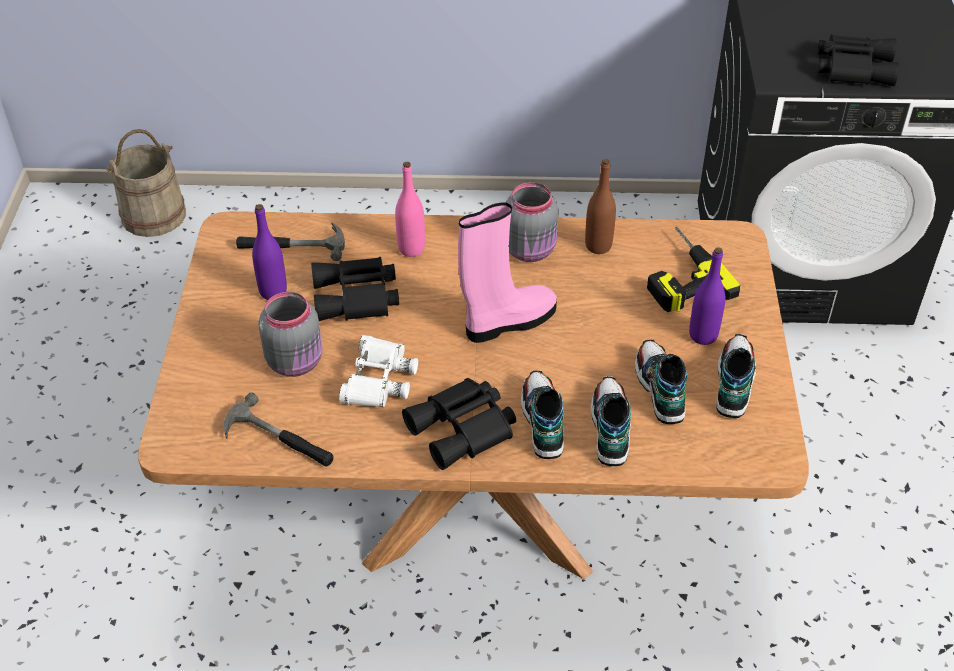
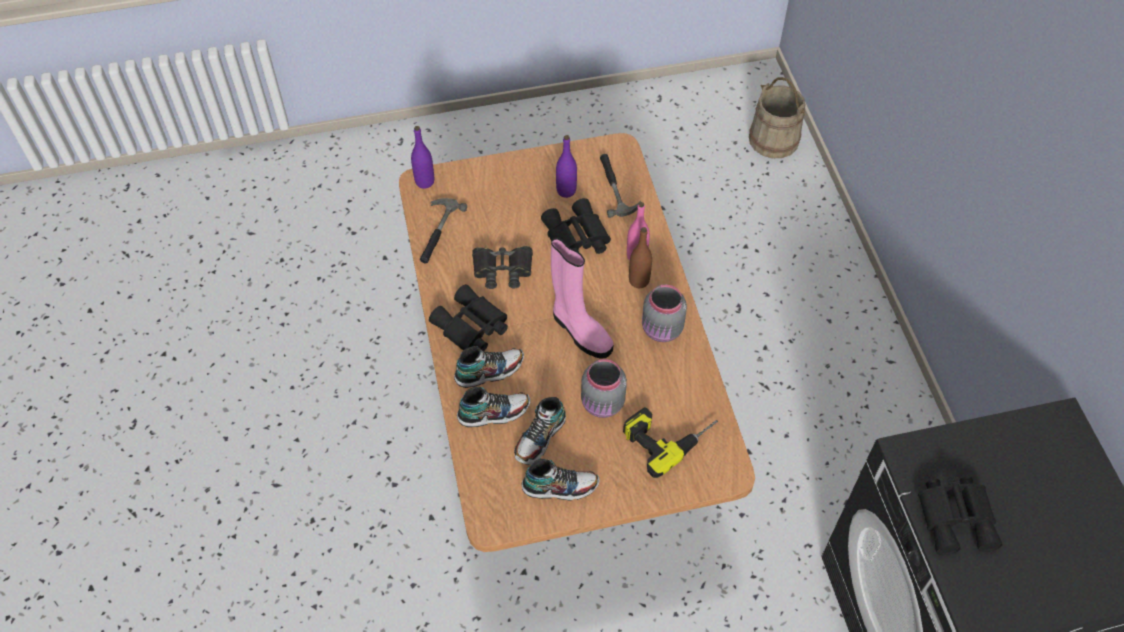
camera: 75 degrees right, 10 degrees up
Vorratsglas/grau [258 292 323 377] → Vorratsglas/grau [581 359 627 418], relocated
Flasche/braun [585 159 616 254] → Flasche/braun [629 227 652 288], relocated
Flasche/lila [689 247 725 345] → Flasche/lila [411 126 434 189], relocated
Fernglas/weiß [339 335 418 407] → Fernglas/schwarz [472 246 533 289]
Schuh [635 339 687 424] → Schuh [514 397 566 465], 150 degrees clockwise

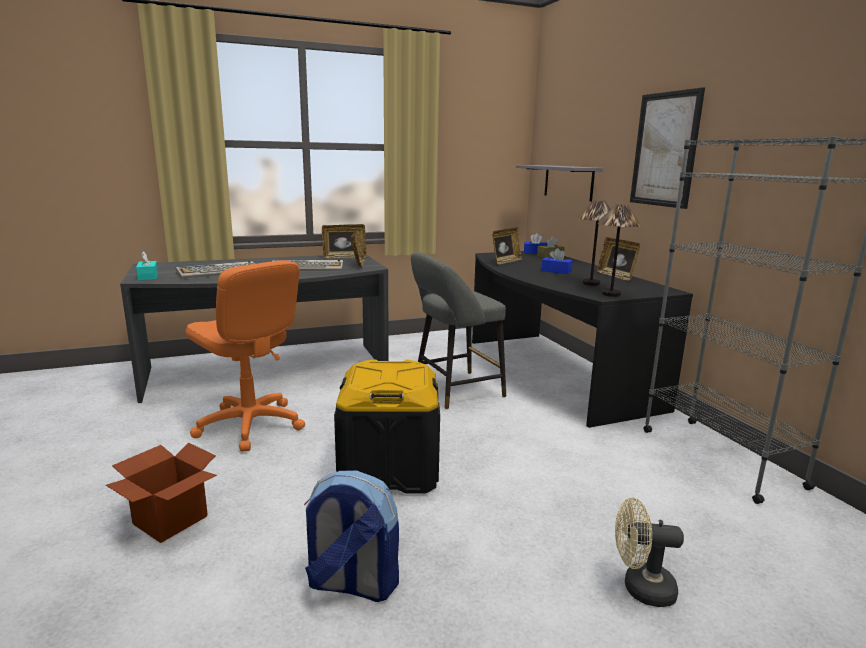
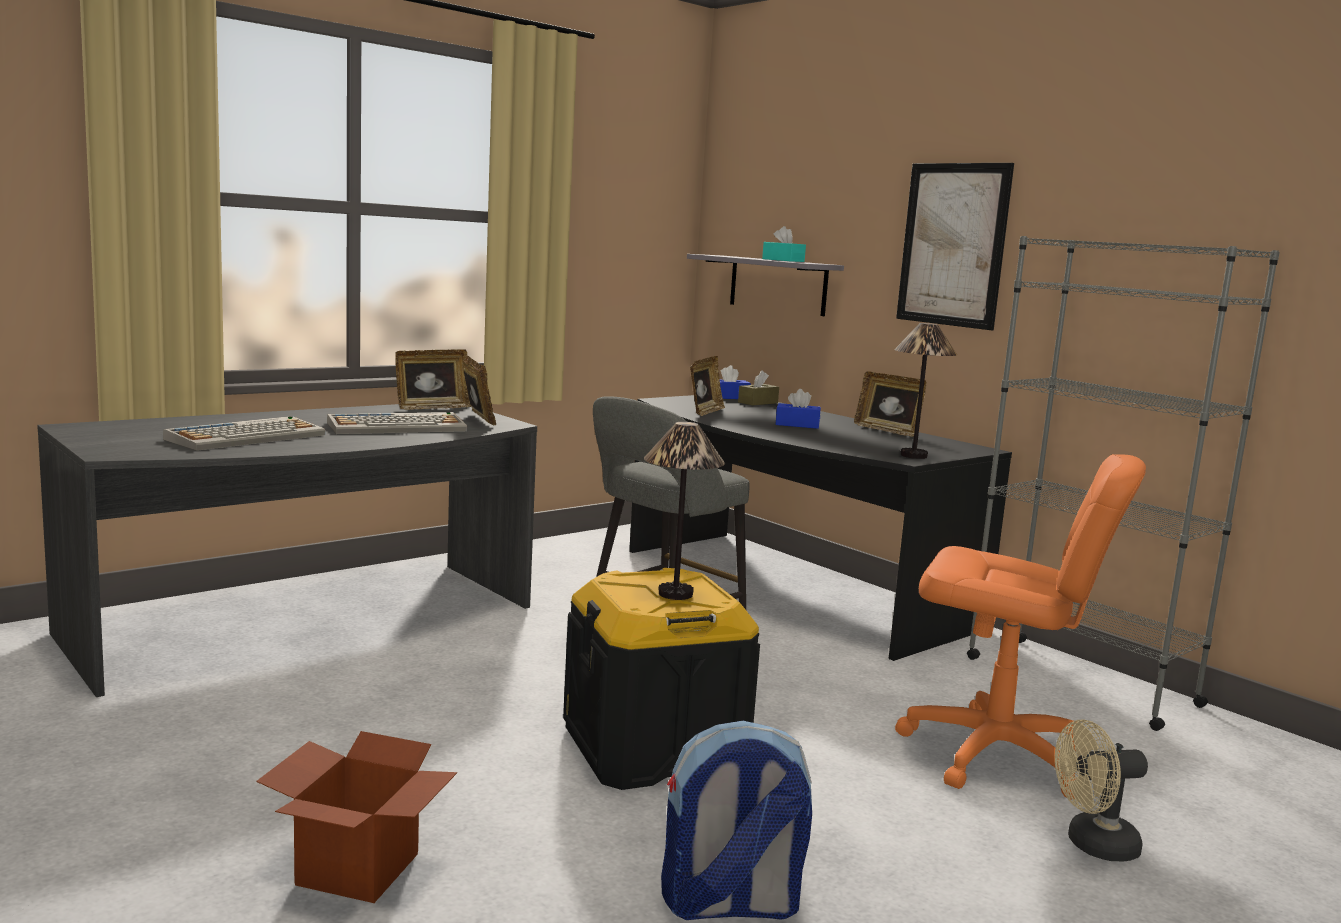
camera: 20 degrees left, 5 degrees down
Taschentuchbox/türkis [136 251 158 281] → Taschentuchbox/türkis [762 226 806 262], relocated
Bürostuhl/orange [185 260 305 452] → Bürostuhl/orange [895 454 1146 799], relocated
Tischlampe [578 200 610 286] → Tischlampe [644 422 725 600], relocated

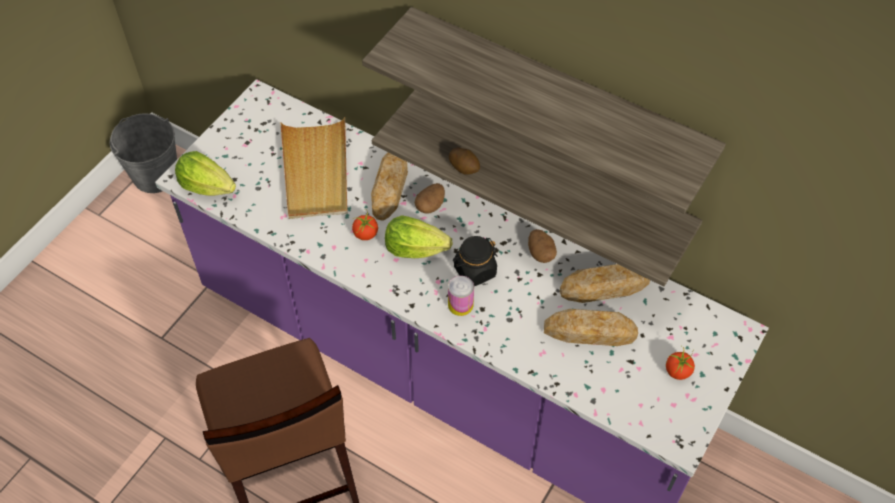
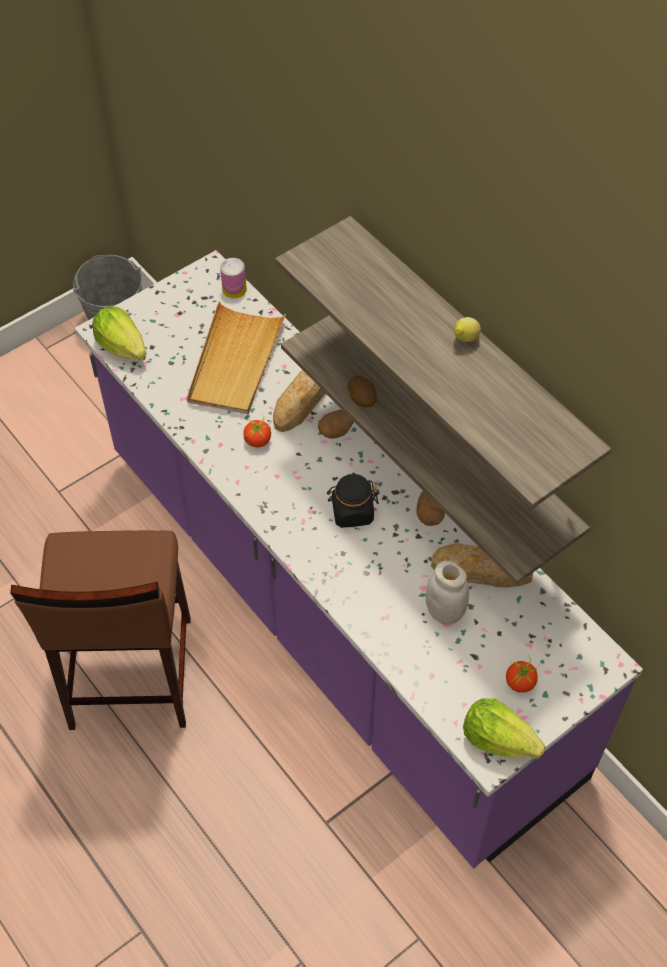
camera: 20 degrees right, 0 degrees up
- → Zitrone [454 317 481 342]
Salatkopf [385 215 453 258] → Salatkopf [463 699 545 759], relocated
Dose [448 276 474 316] → Dose [220 258 247 298], relocated
Brot [544 309 638 346] → Vorratsglas/weiß [426 561 469 625]

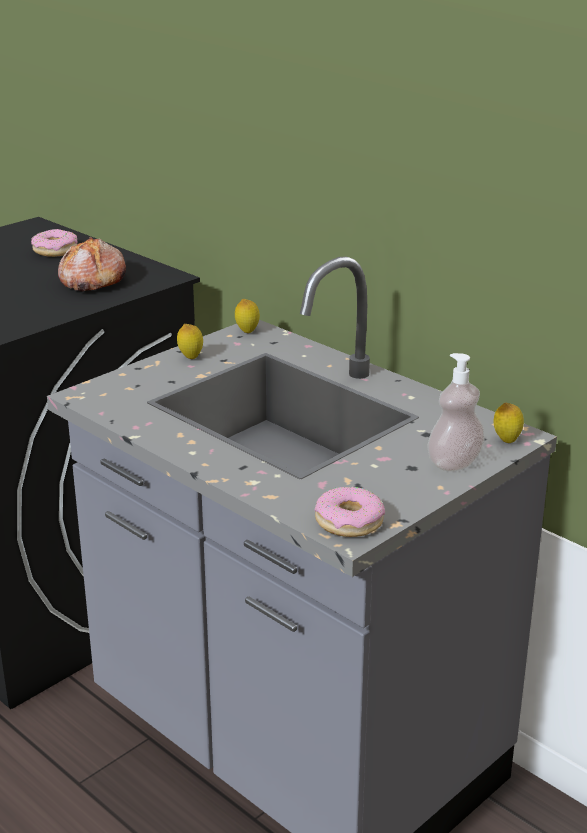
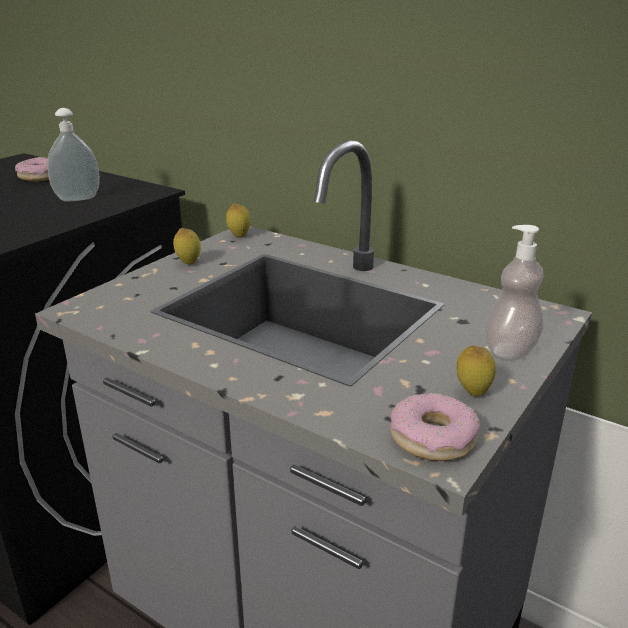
camera: 10 degrees left, 0 degrees up
Zitrone [494 403 524 443] → Zitrone [456 345 496 396], relocated
Brot [58 236 126 292] → Seifenspender [47 108 100 202]

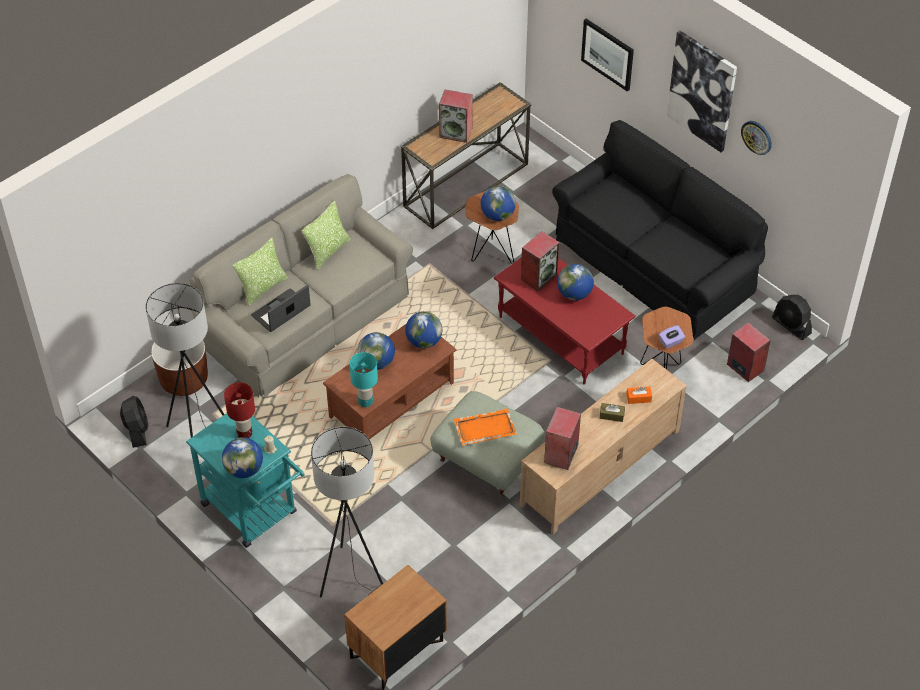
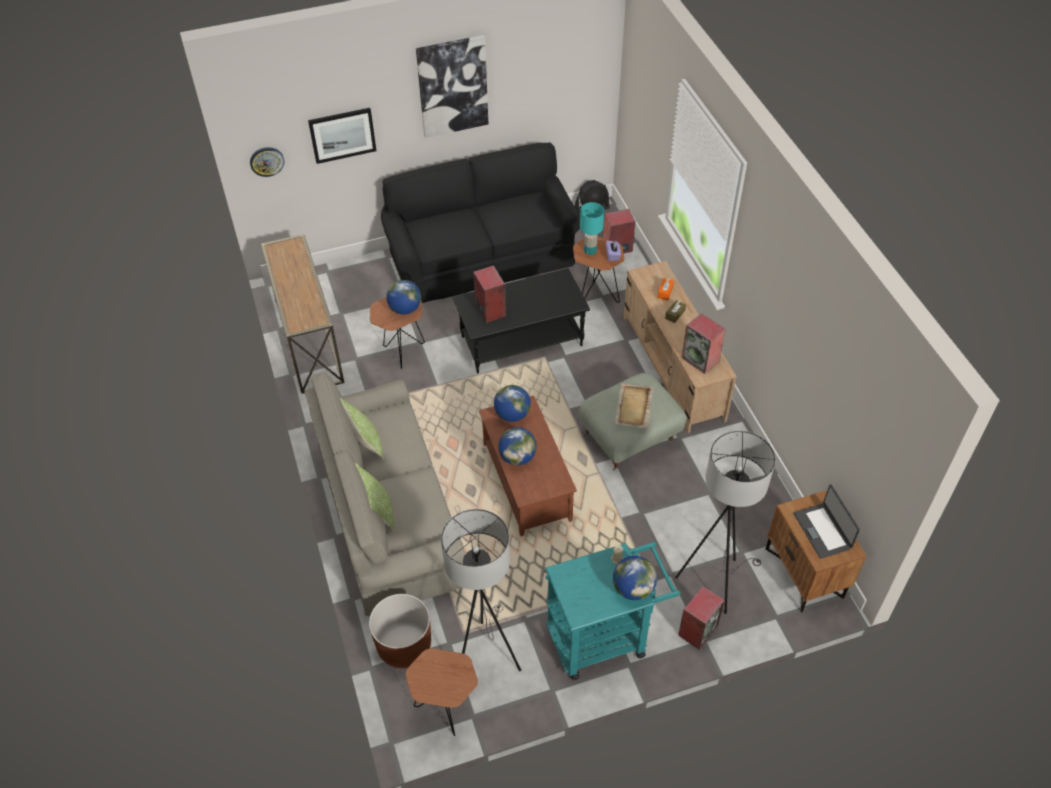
camera: 65 degrees left, 0 degrees up
Tischlampe/rot [224 382 255 438] → -
Globus [557 264 594 300] → -
Laptop [251 285 311 332] → Laptop [794 484 860 559], relocated
Tischlampe/türkis [349 352 378 407] → Tischlampe/türkis [580 202 604 255], relocated
Lautsprecher [439 90 473 143] → Lautsprecher [678 586 725 650], relocated
Wanduhr [741 121 772 155] → Wanduhr [250 147 285 177], relocated
Ventilator/schwarz [120 396 149 448] → Beistelltisch/braun [406 649 478 736]
Tablett/orange [454 408 517 446] → Tablett/beige [615 383 653 428]
Couchtisch/rot [494 257 635 385] → Couchtisch/schwarz [453 268 590 373]

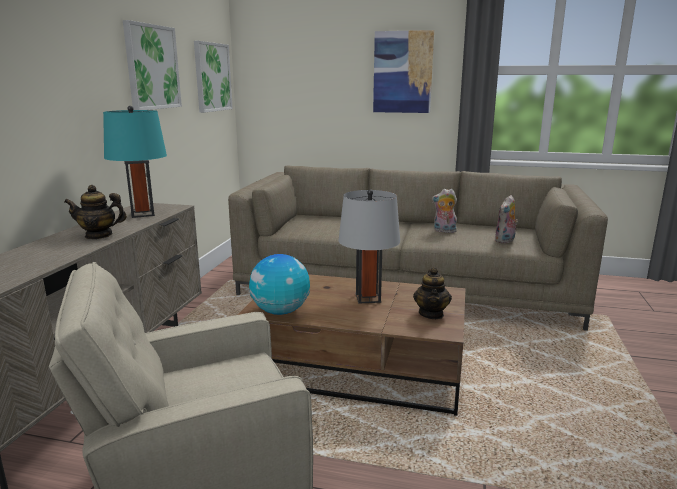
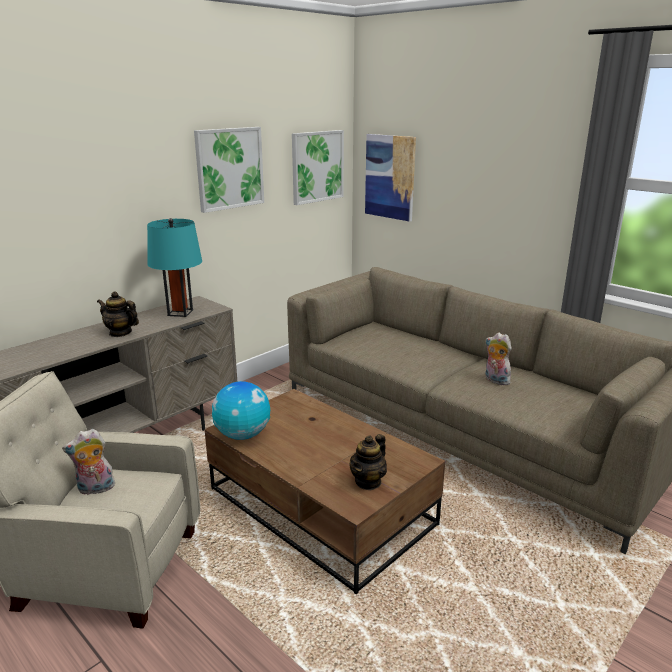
camera: 30 degrees right, 5 degrees up
Tischlampe/grau [338 189 400 303] → -
Bild [373 30 434 113] → Bild [365 134 416 222], relocated
Plüschtier [495 195 518 243] → Plüschtier [62 429 115 495], relocated

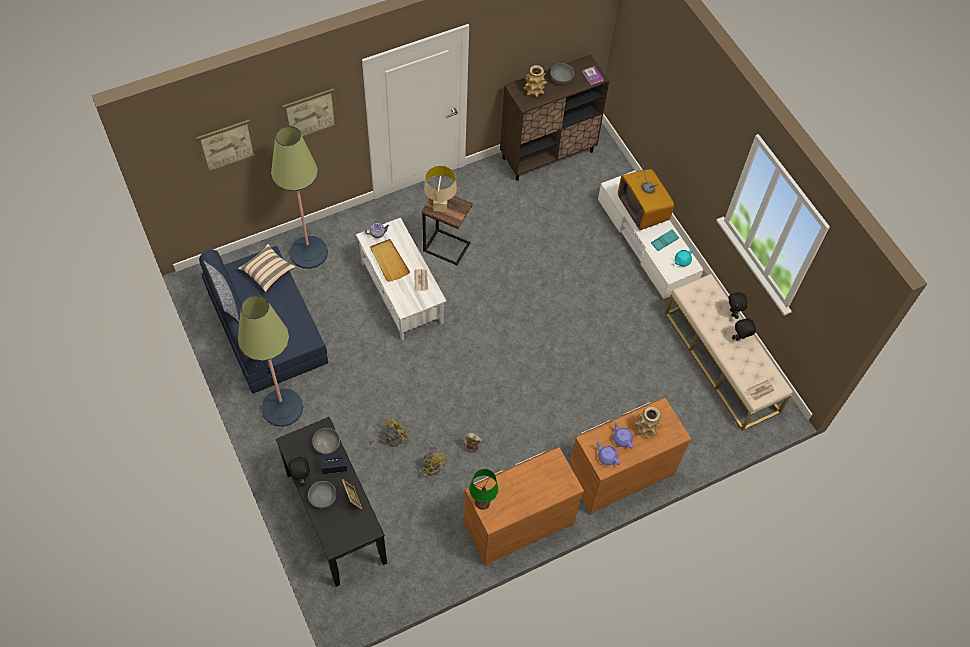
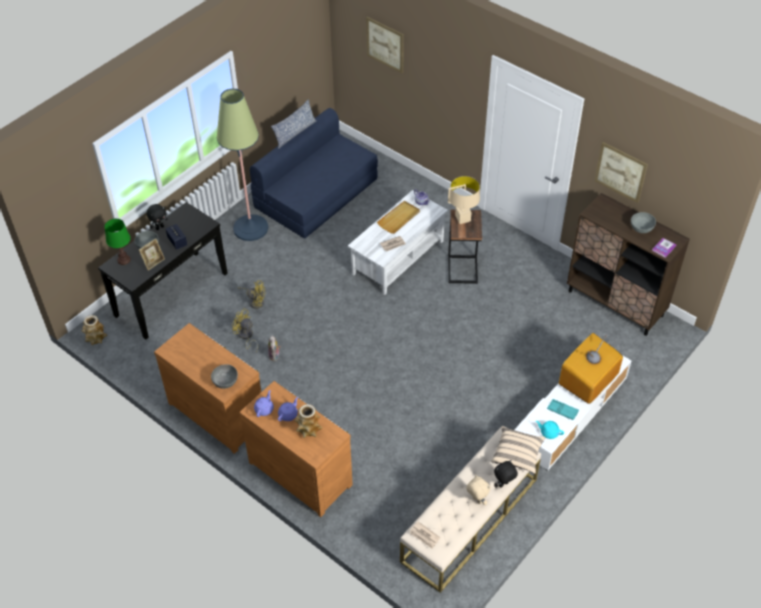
camera: 70 degrees right, 10 degrees down
Stehlampe [271 126 328 269] → -
Kissen/beige [238 244 296 292] → Kissen/beige [491 426 545 474], relocated
Bild [282 88 338 138] → Bild [594 142 648 203], relocated
Schüssel/grau [312 428 340 455] → Schüssel/grau [211 364 238 389], relocated
Tischlampe/grün [469 469 498 510] → Tischlampe/grün [105 219 131 265], relocated
Vase [523 65 547 97] → Vase [82 315 107 345], relocated
Plüschtier/schwarz [732 318 756 341] → Plüschtier/beige [466 475 490 505]
Ventilator/gelb [422 439 447 477] → Ventilator/gelb [232 308 258 352], 90 degrees clockwise

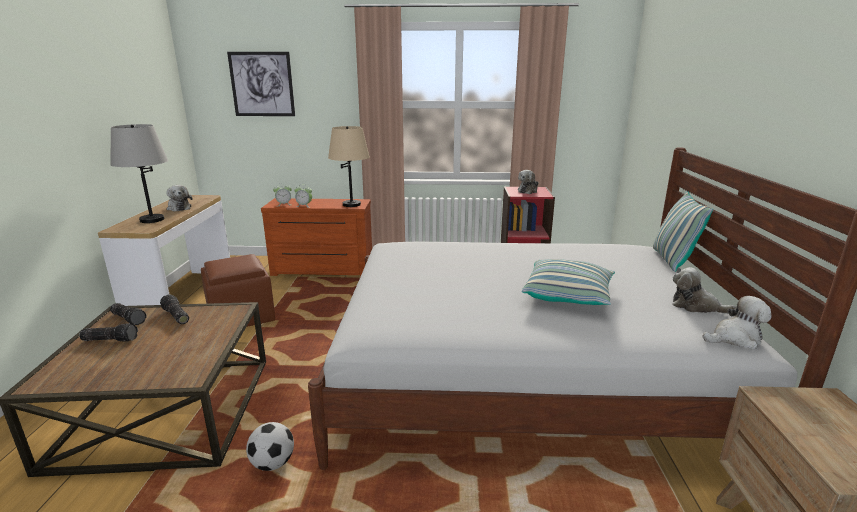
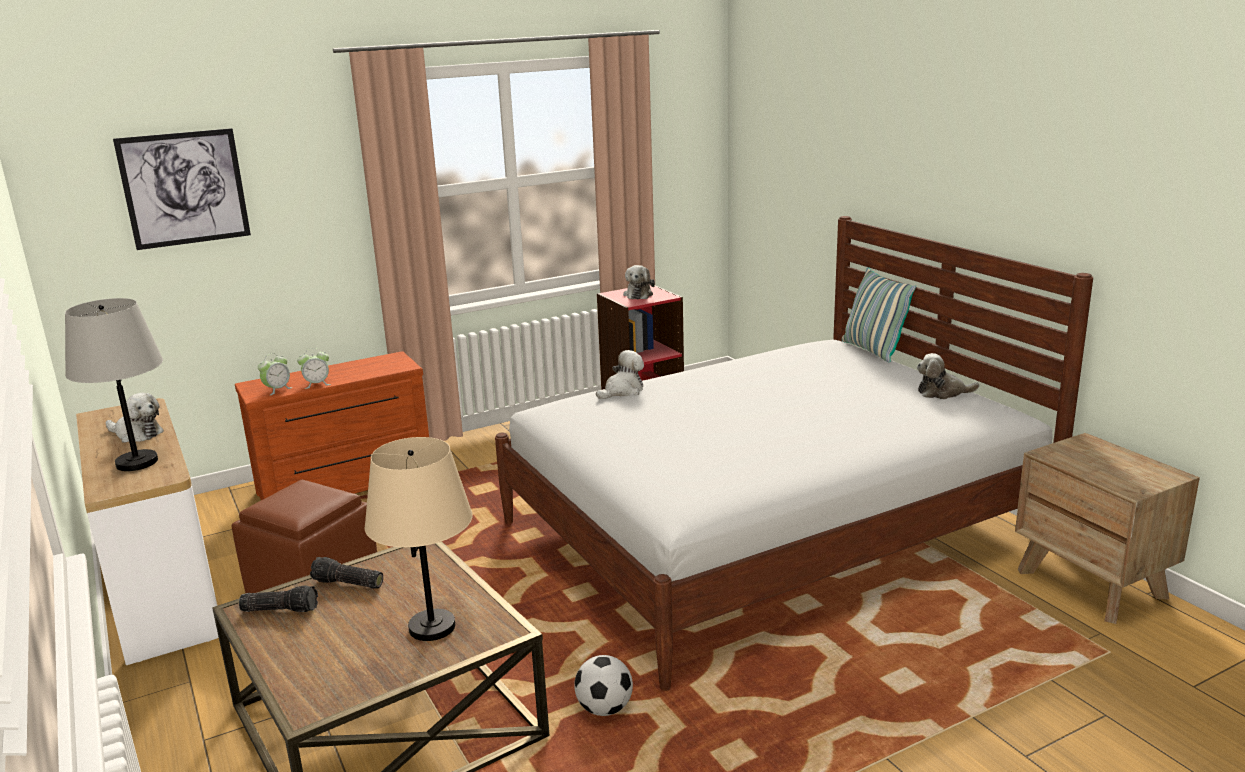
camera: 30 degrees left, 0 degrees up
Taschenlampe [79 323 138 342] → -
Kissen [522 259 615 305] → -
Tischlampe/beige [328 126 370 207] → Tischlampe/beige [365 437 473 641], relocated
Plüschtier [702 296 771 349] → Plüschtier [596 350 644 399], relocated

